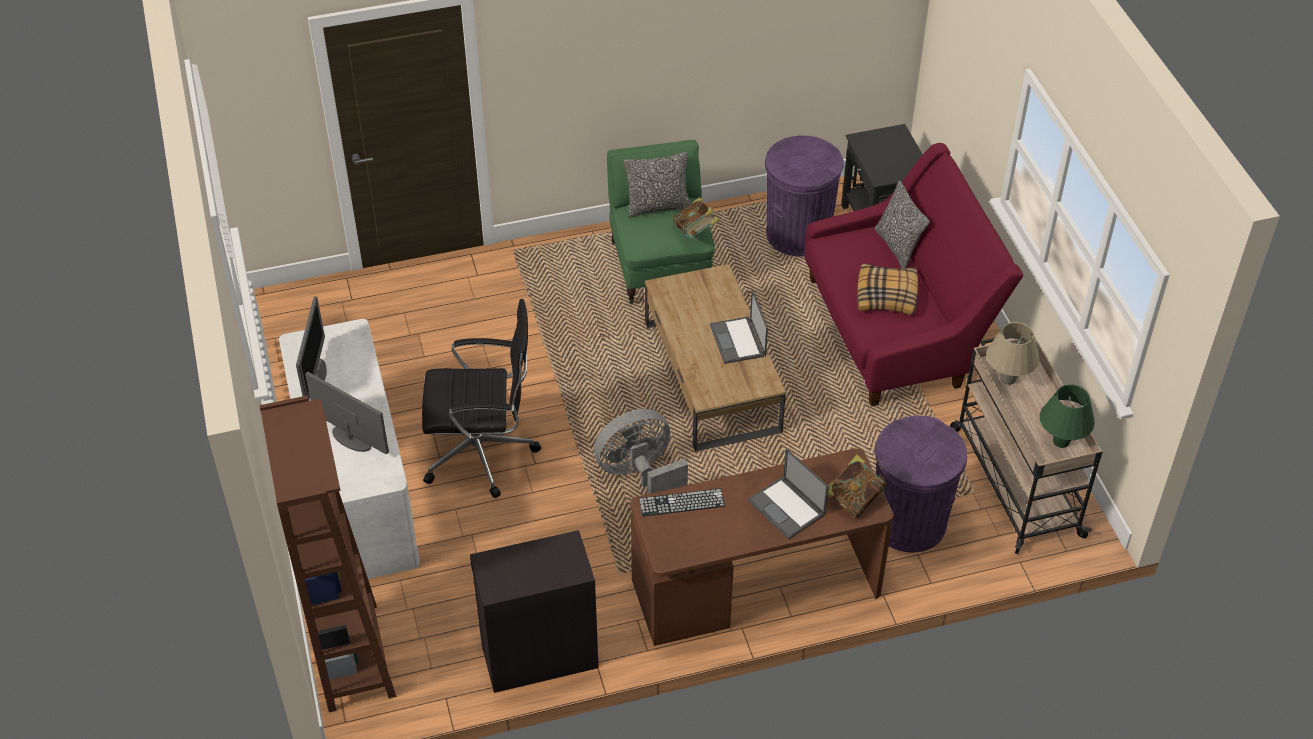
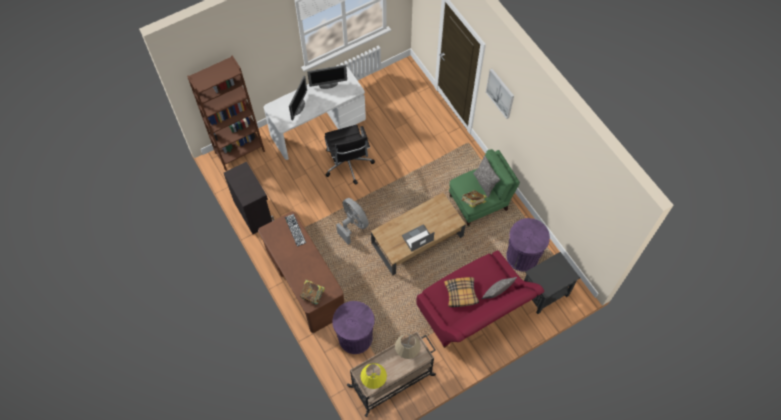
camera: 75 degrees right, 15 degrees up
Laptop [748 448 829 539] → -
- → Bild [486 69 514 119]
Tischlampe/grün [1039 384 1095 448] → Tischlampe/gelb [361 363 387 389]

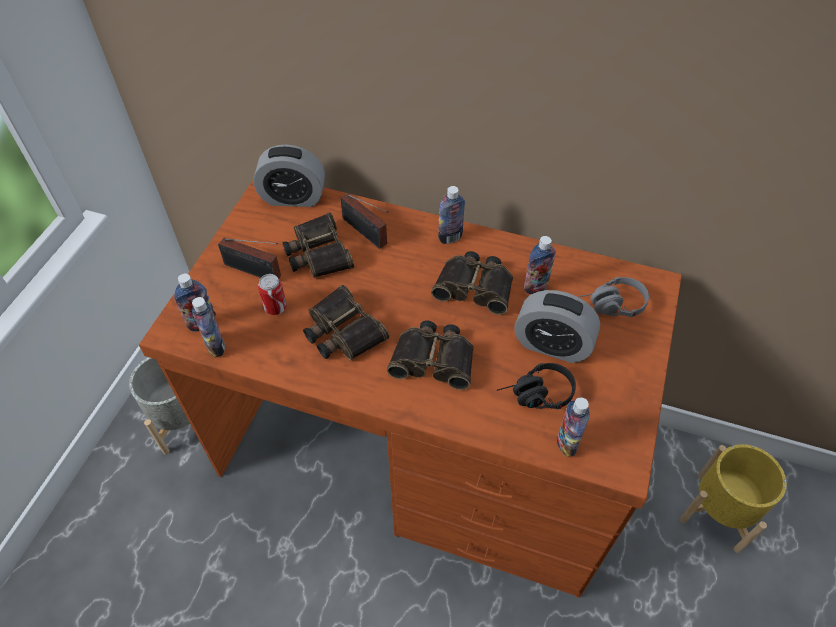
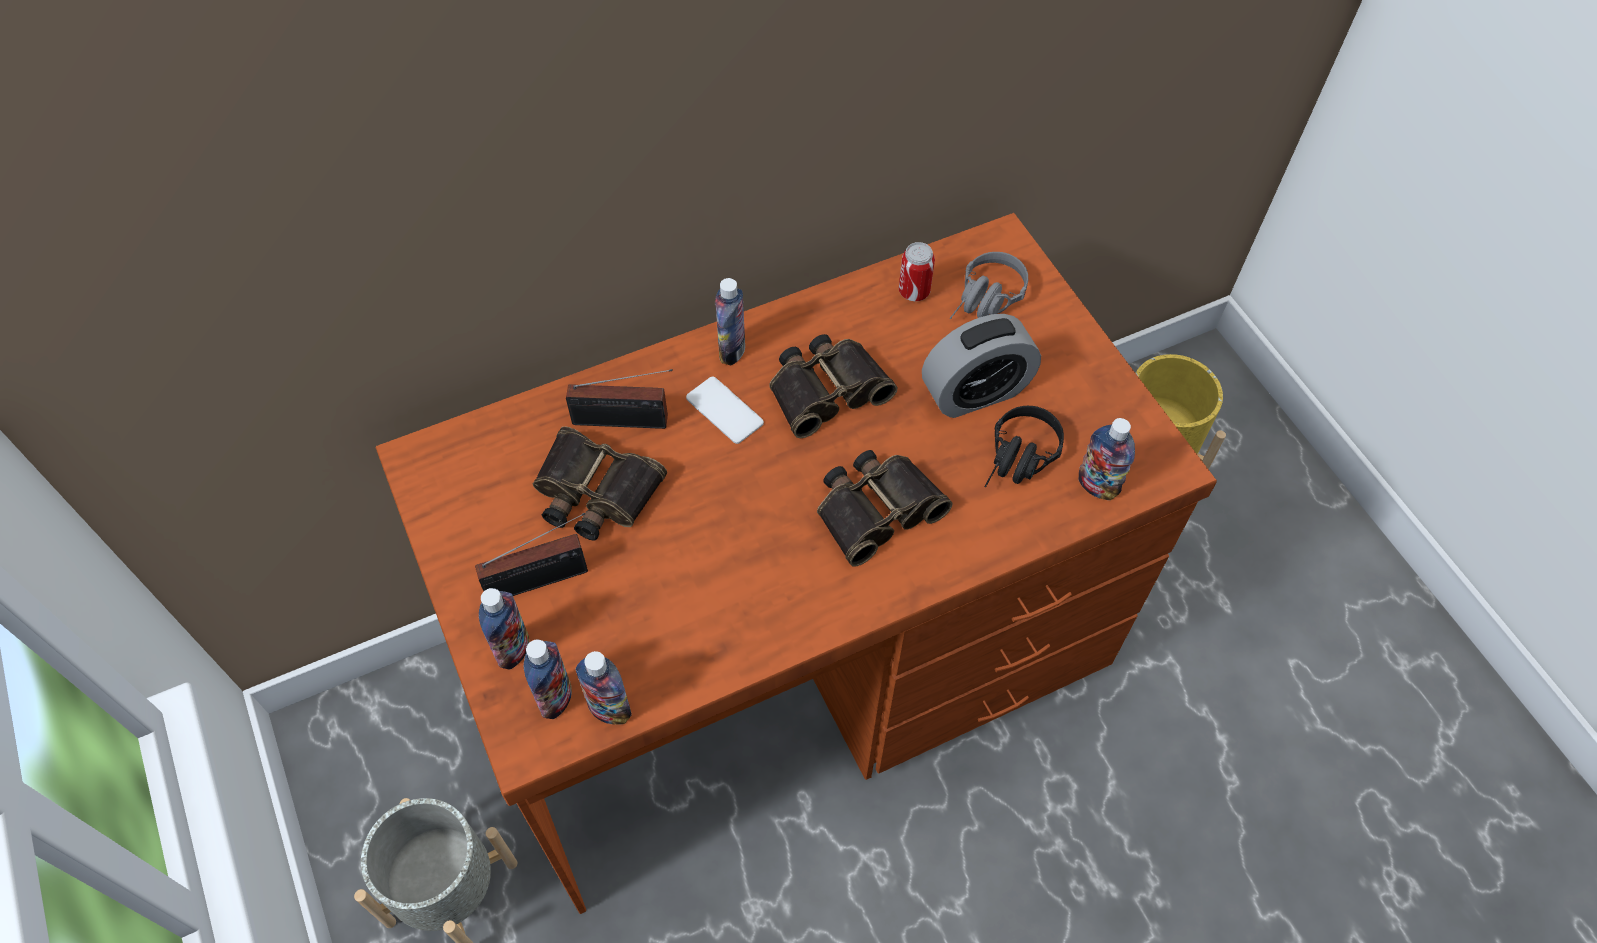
camera: 45 degrees left, 5 degrees up
Wecker [253 144 325 207] → -
Fernglas [303 285 389 360] → -
- → Handy [686 377 764 444]
Dose [258 274 287 315] → Dose [899 242 935 301], relocated
Flasche [524 236 556 294] → Flasche [479 588 529 670], relocated

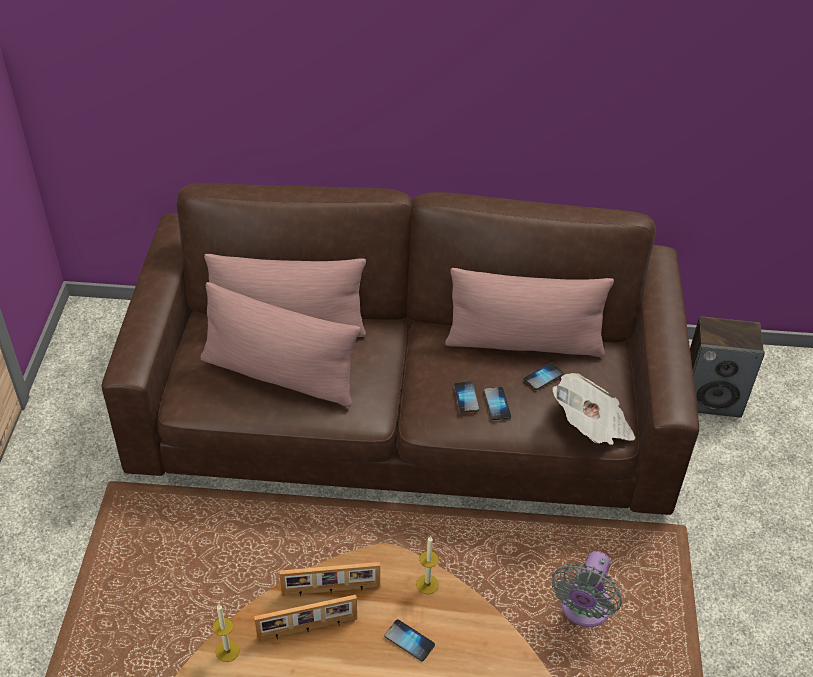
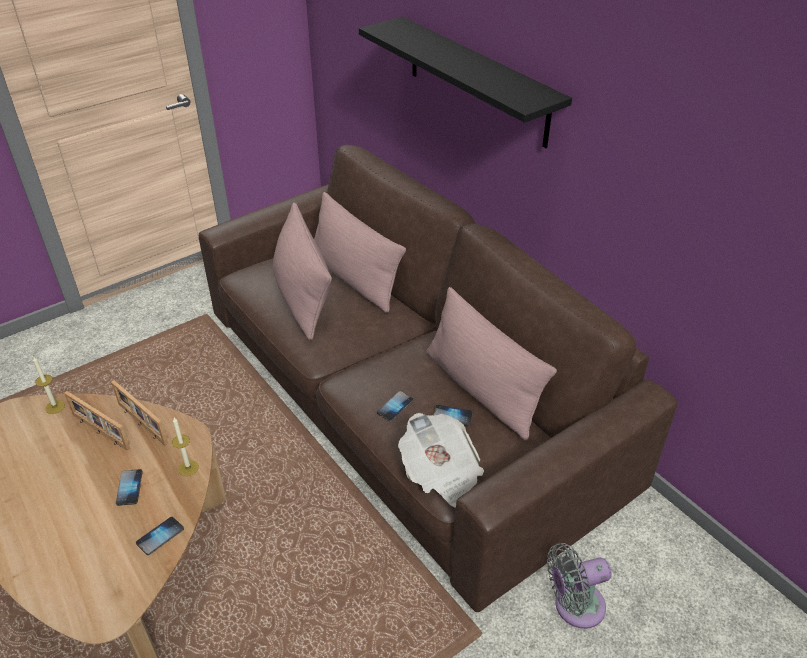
camera: 50 degrees right, 5 degrees down
Lautsprecher [690 316 765 418] → -
- → Wandregal/schwarz [359 17 572 148]
Handy [454 381 479 413] → Handy [136 517 184 555], relocated
Ventilator/grau [552 551 622 627] → Ventilator/grau [547 543 612 629], relocated

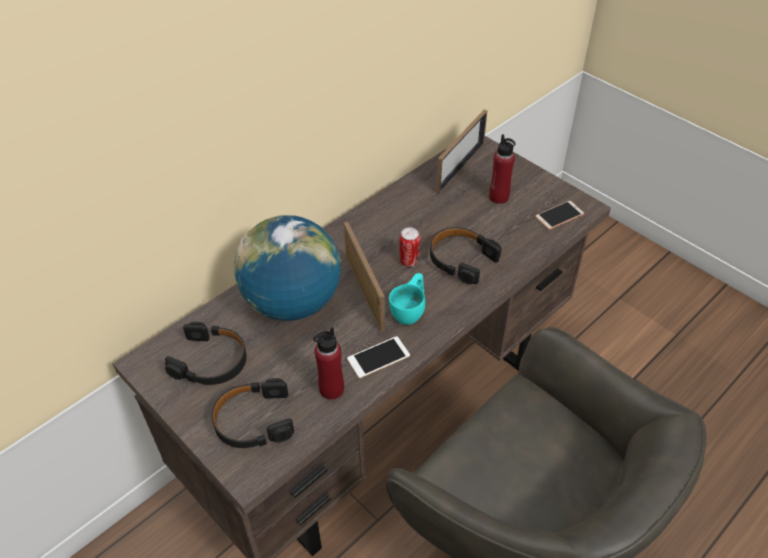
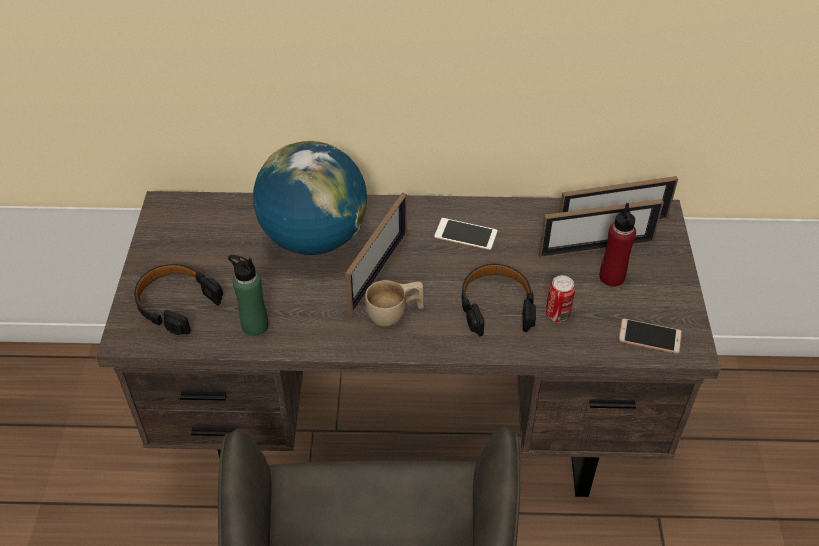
camera: 45 degrees right, 0 degrees up
Kopfhörer/schwarz [165 322 247 385] → -
- → Bilderrahmen [538 199 664 258]
Handy [347 336 410 378] → Handy [434 218 497 250], relocated
Dose [400 227 421 267] → Dose [546 275 575 322], relocated
Flasche/rot [313 327 344 400] → Flasche/grün [228 255 268 336]
Tasse/türkis [389 273 425 325] → Tasse/beige [365 280 424 326]

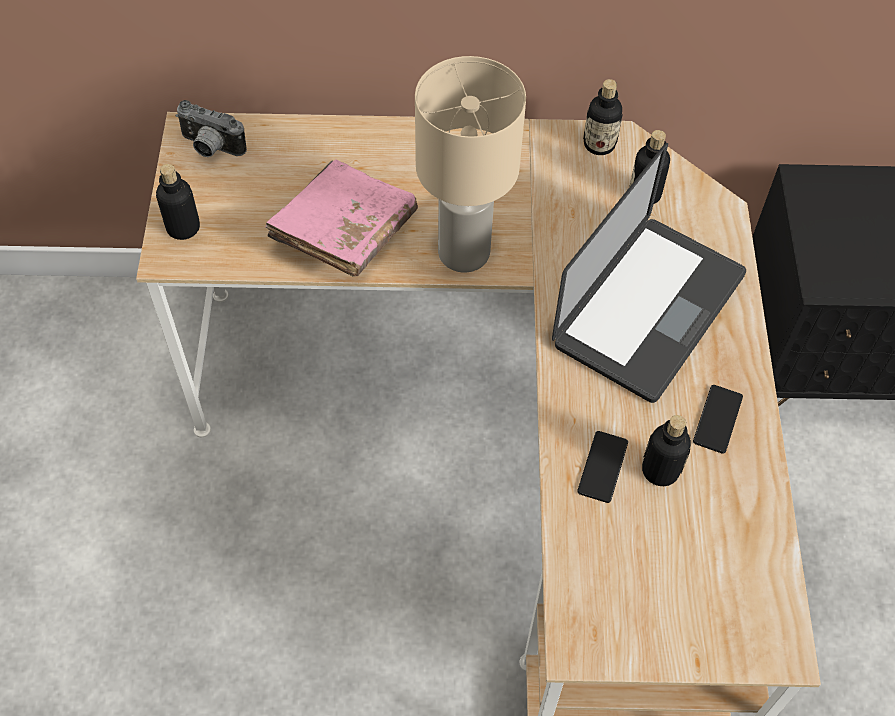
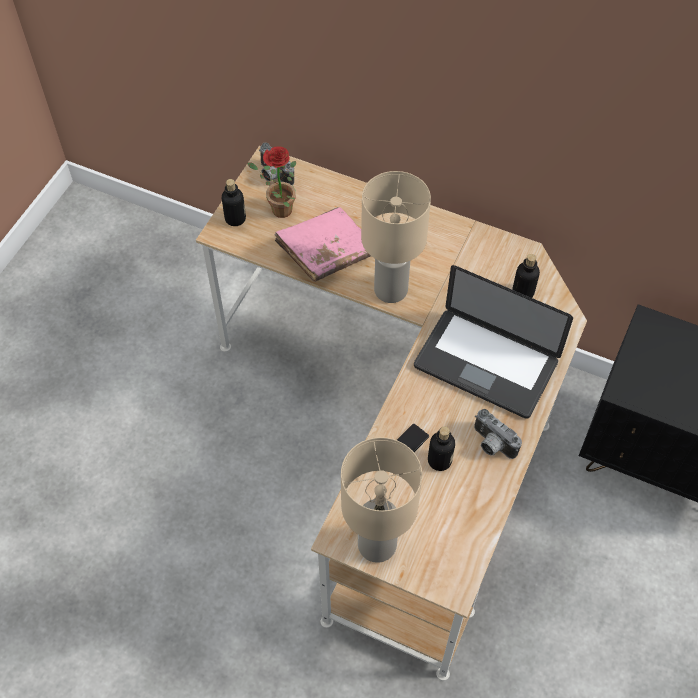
camera: 25 degrees right, 0 degrees up
Flasche [583 79 623 155] → -
- → Topfpflanze [247 146 296 218]
- → Tischlampe/beige [341 437 422 563]
Handy [693 385 743 454] → Kamera [474 409 522 459]
Laptop [552 143 746 403] → Laptop [414 265 573 419], 60 degrees clockwise

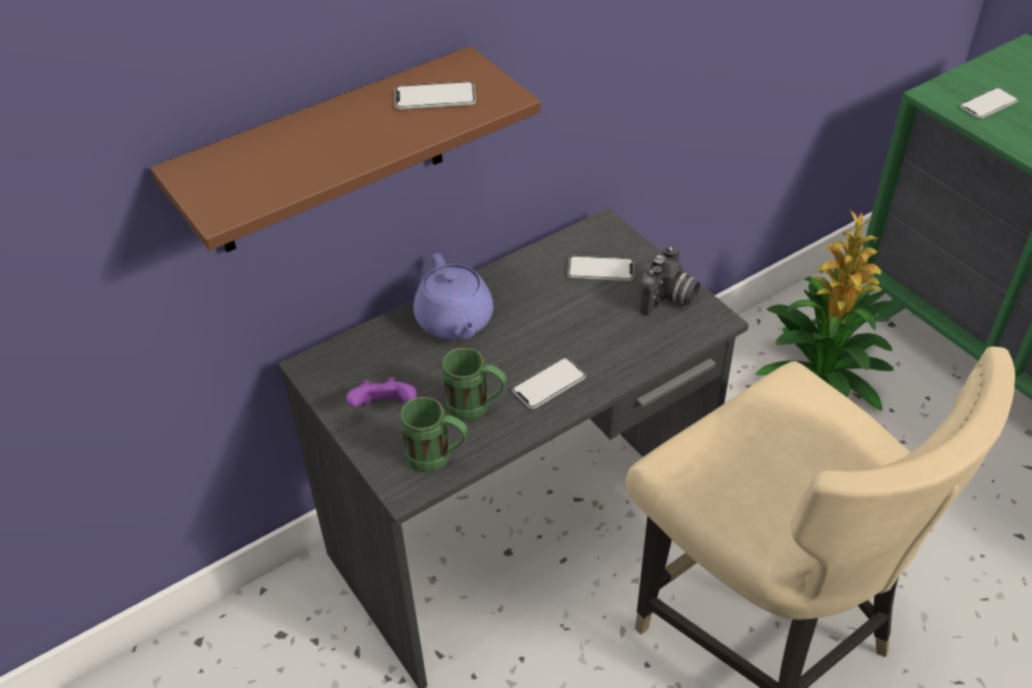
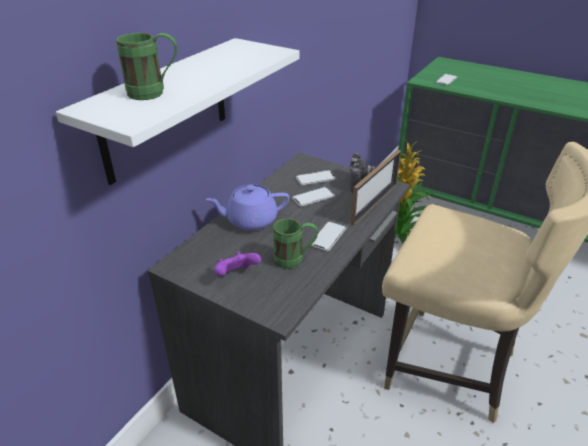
camera: 25 degrees left, 10 degrees down
- → Bilderrahmen [351 150 401 225]
Handy [395 81 476 110] → Handy [292 187 335 207], relocated
Henkelbecher/grün [400 397 468 473] → Henkelbecher/grün [116 33 177 100], relocated
Wandregal/braun [151 46 541 252] → Wandregal/weiß [56 38 300 185]
Teekanne/lila [413 253 493 339] → Teekanne/lila [206 184 289 231], 120 degrees clockwise

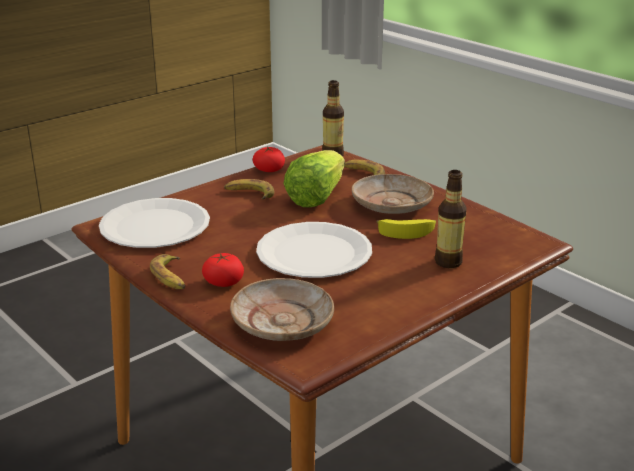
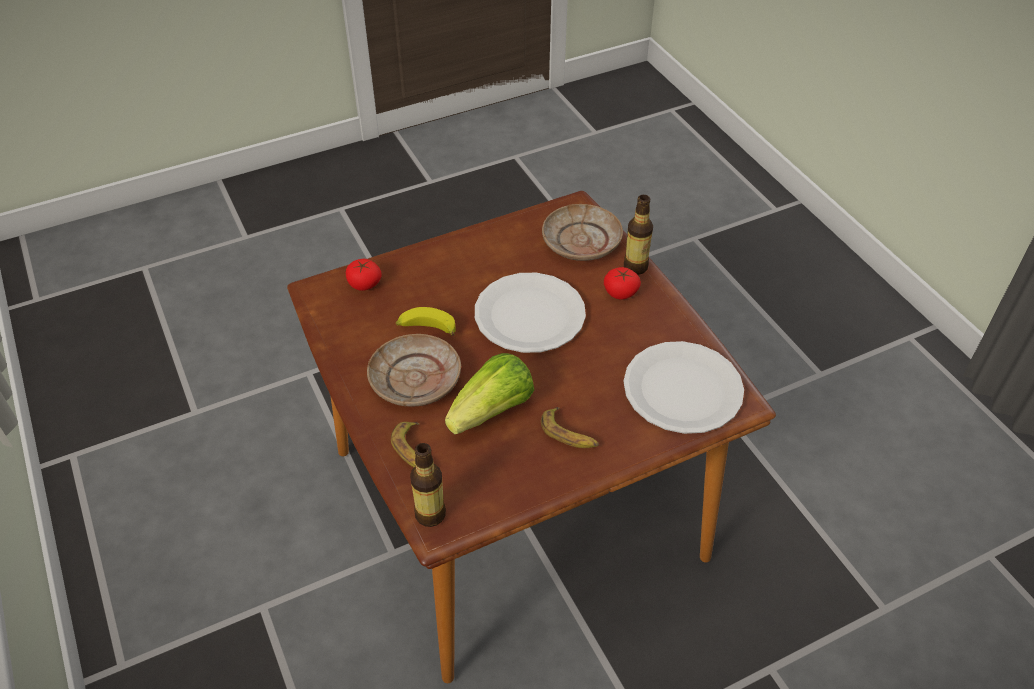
camera: 165 degrees left, 20 degrees up
Banane [150 254 185 289] → -
Tomate [253 147 285 172] → Tomate [346 259 381 291], relocated
Flasche [435 170 467 268] → Flasche [624 195 653 275], relocated

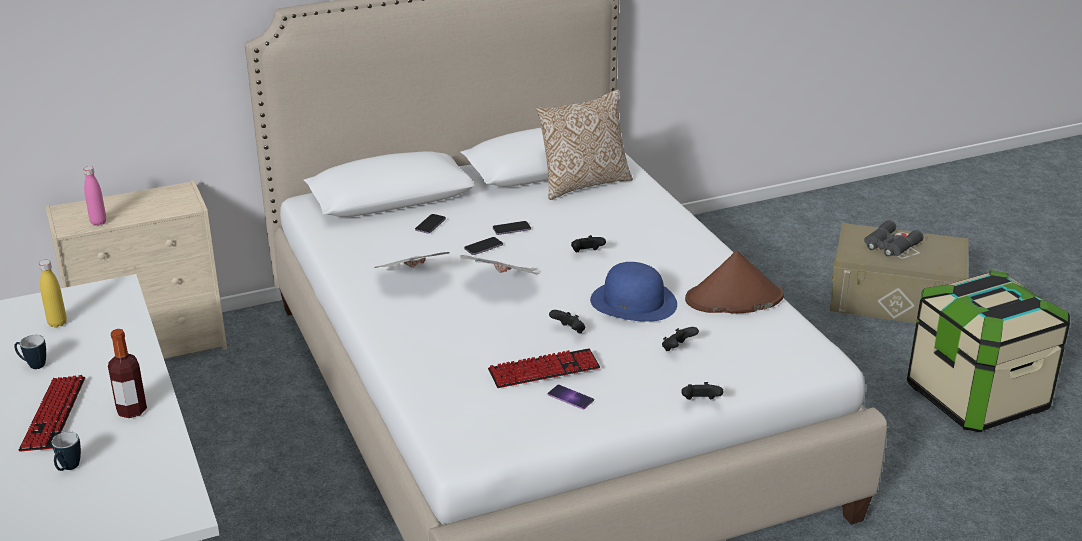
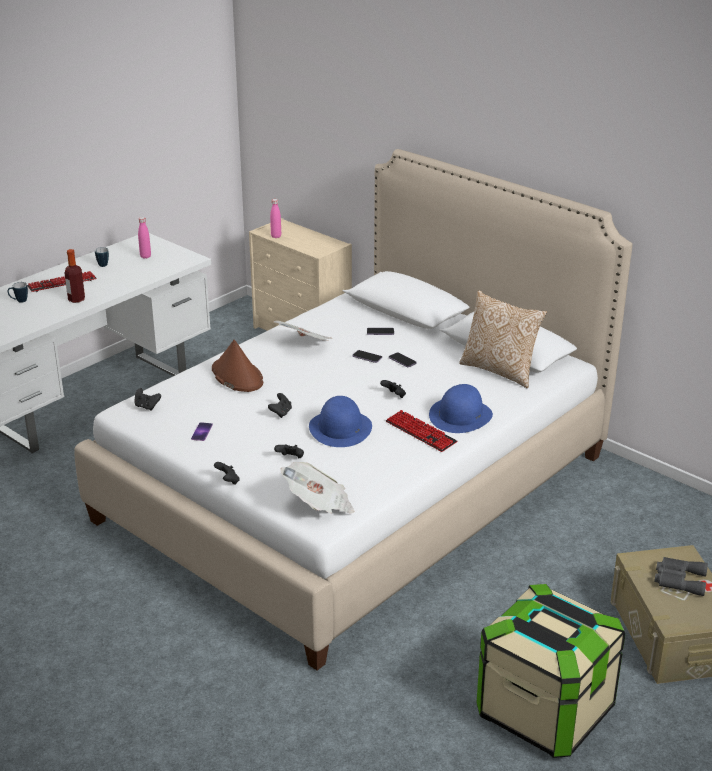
camera: 65 degrees right, 0 degrees up
- → Gamepad/schwarz [134 388 161 411]
- → Hut/blau [429 384 493 433]
Zeitung [460 255 540 275] → Zeitung [281 462 355 513], relocated
Tastatur [488 348 600 388] → Tastatur [386 410 457 452], relocated
Hut/braun [685 251 784 314] → Hut/braun [212 340 263 392], relocated
Flasche/gelb [39 260 67 328] → Flasche/rosa [138 217 151 259]

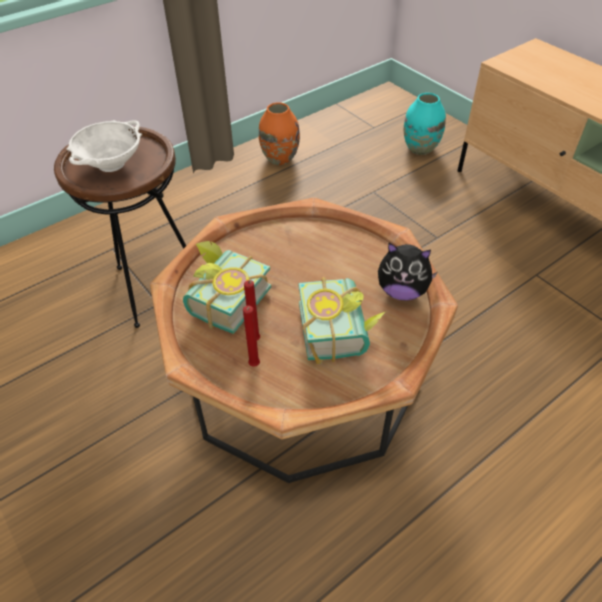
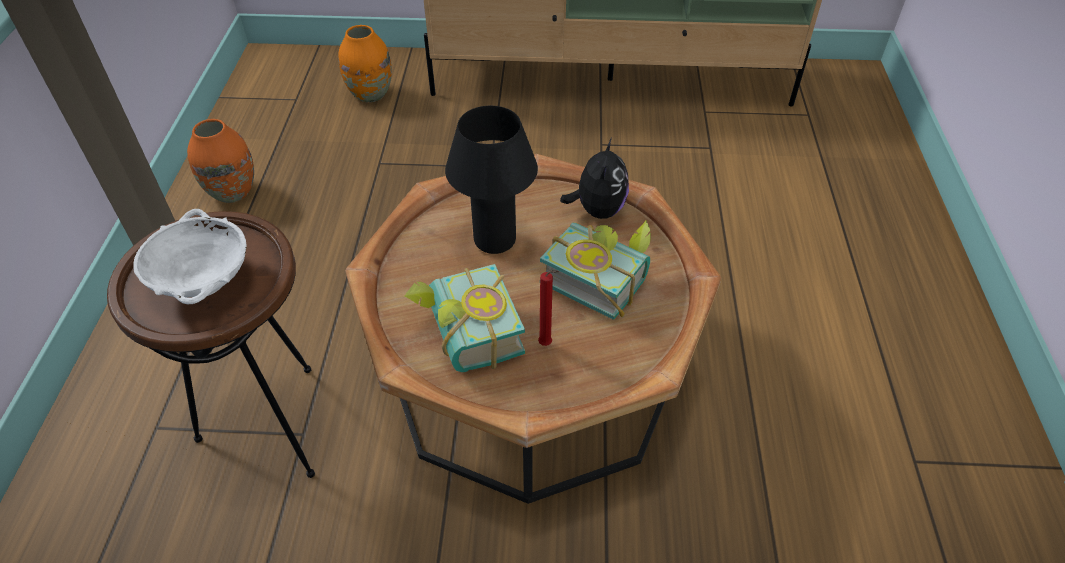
camera: 50 degrees left, 0 degrees up
Kerze/rot [243 306 260 367] → -
- → Tischlampe/schwarz [445 106 538 254]
Vase/türkis [404 93 446 155] → Vase/orange [338 25 392 102]
Plüschtier [378 243 438 301] → Plüschtier [560 138 629 219], 45 degrees counterclockwise

